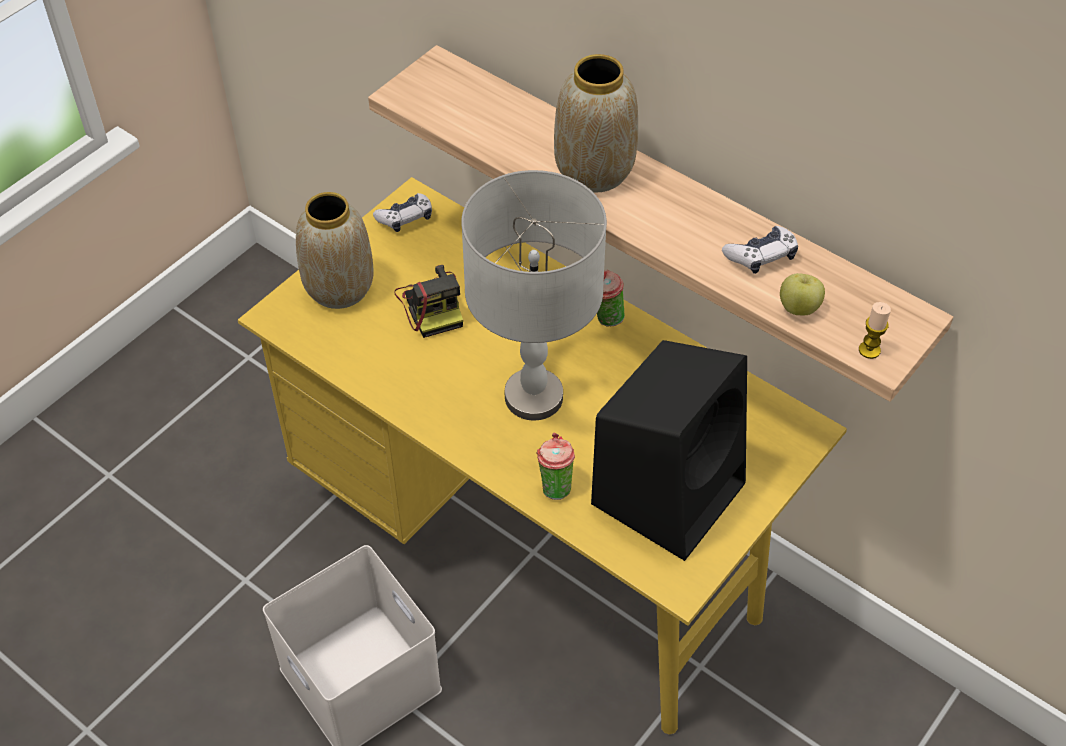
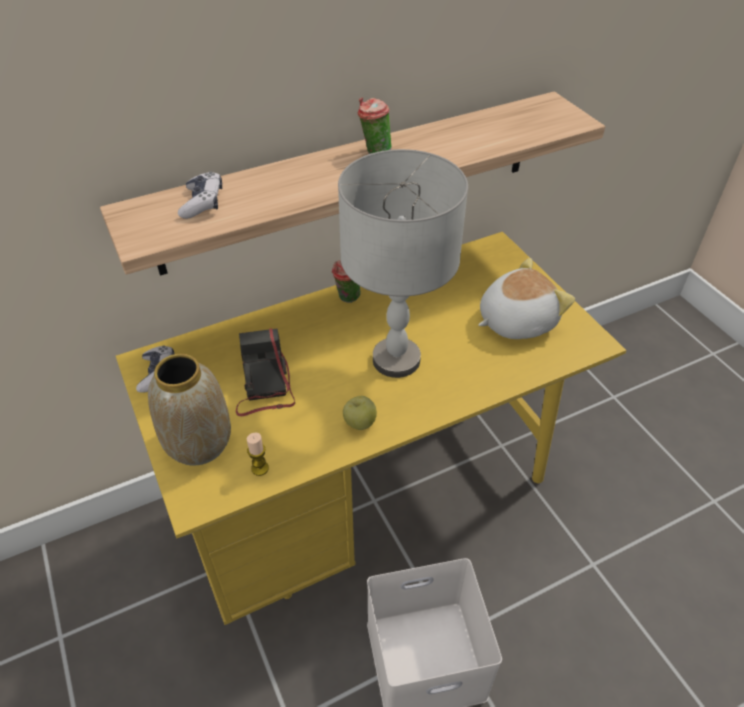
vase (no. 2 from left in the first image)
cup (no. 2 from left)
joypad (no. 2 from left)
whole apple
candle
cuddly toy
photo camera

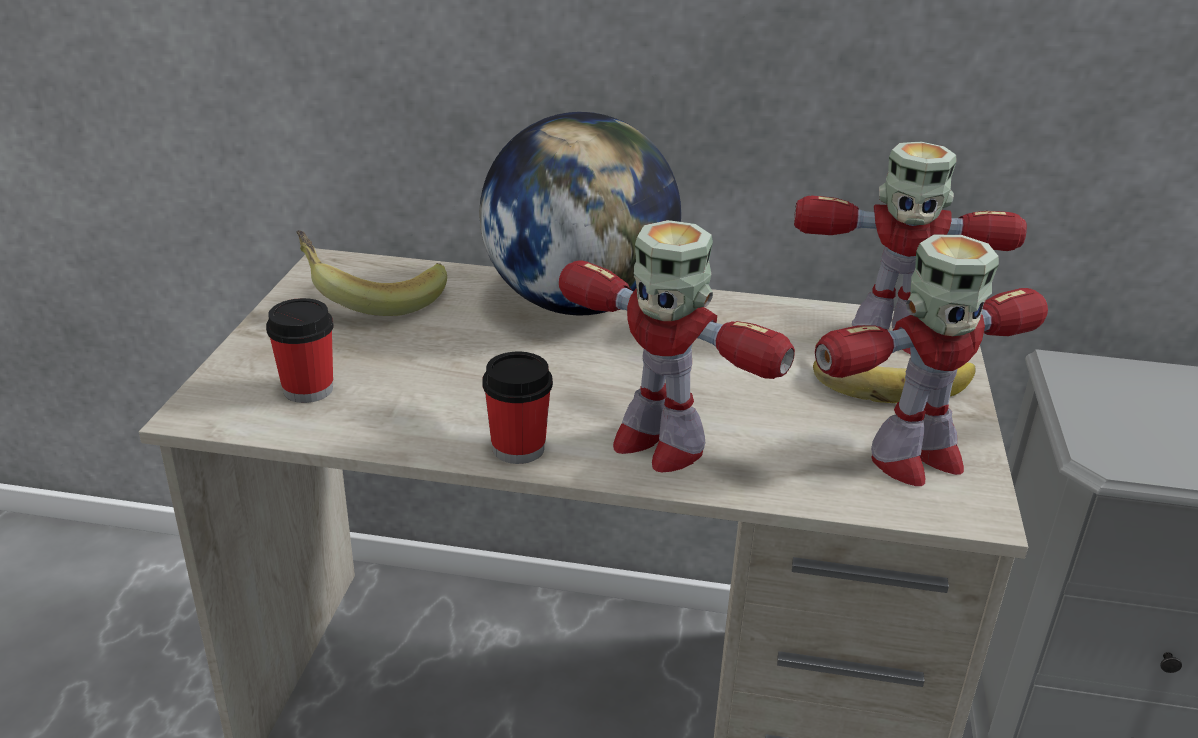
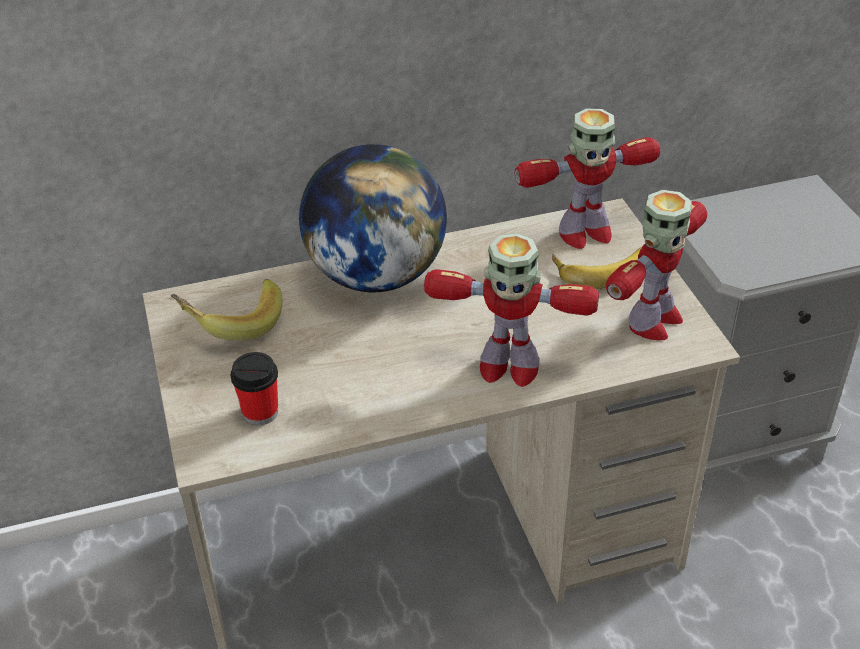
cup (no. 2 from left in the first image)

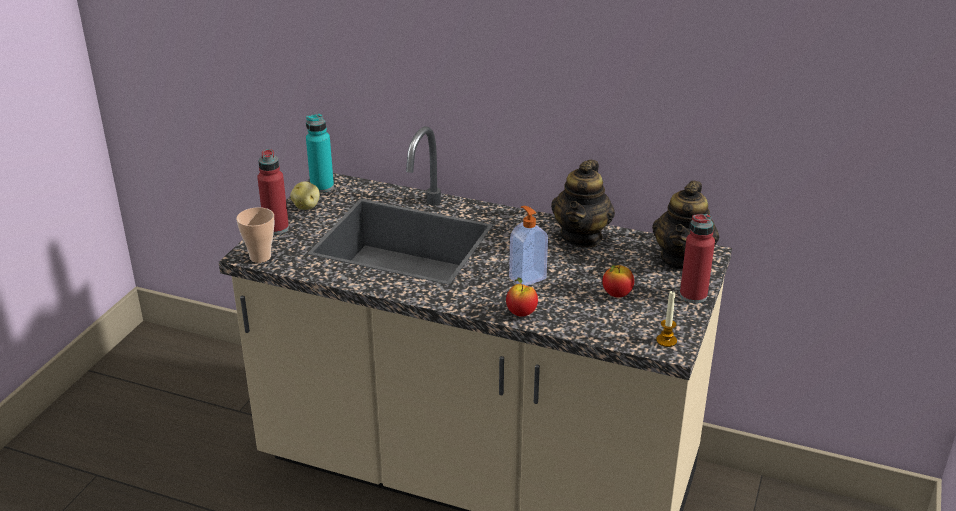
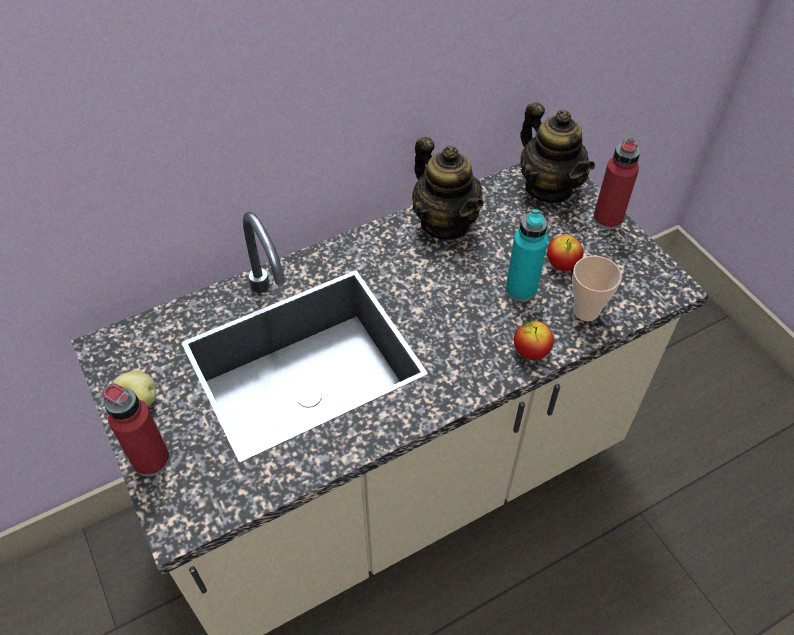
soap dispenser
candle
cup
blue-green bottle

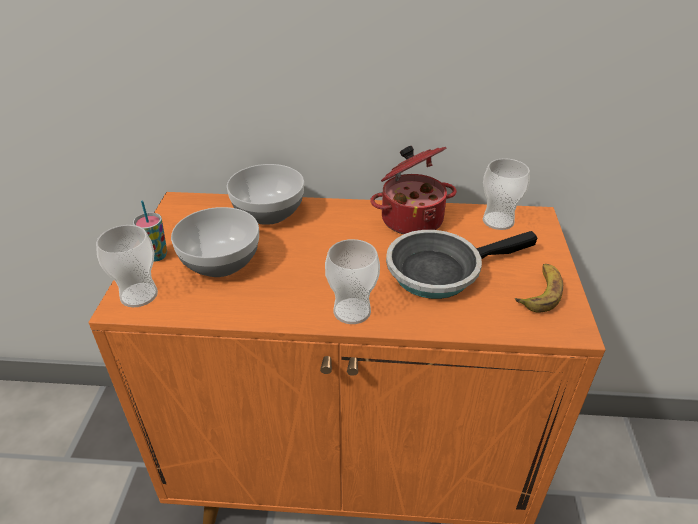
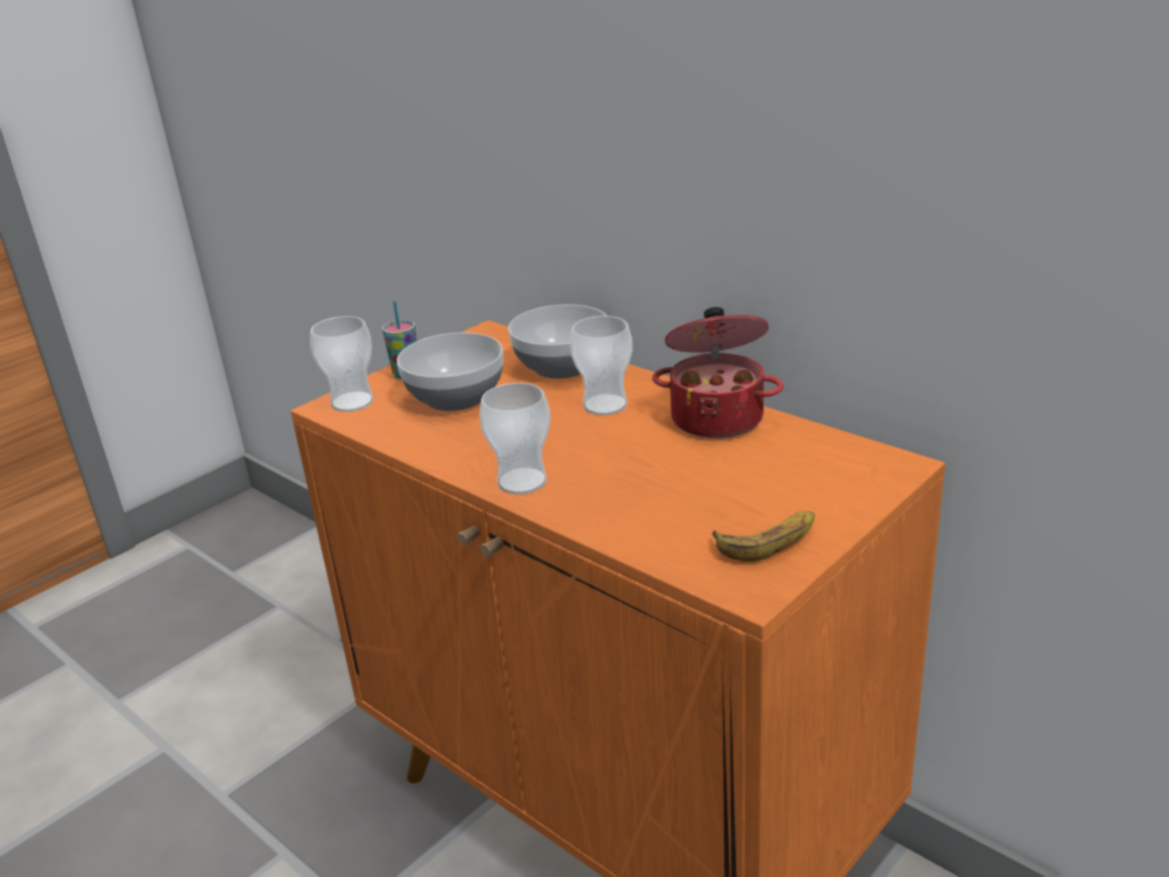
pan
cup (no. 4 from left)

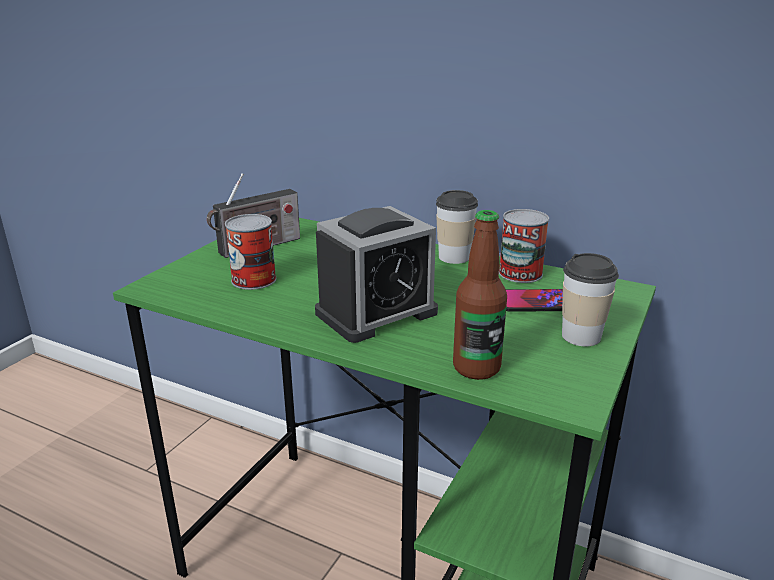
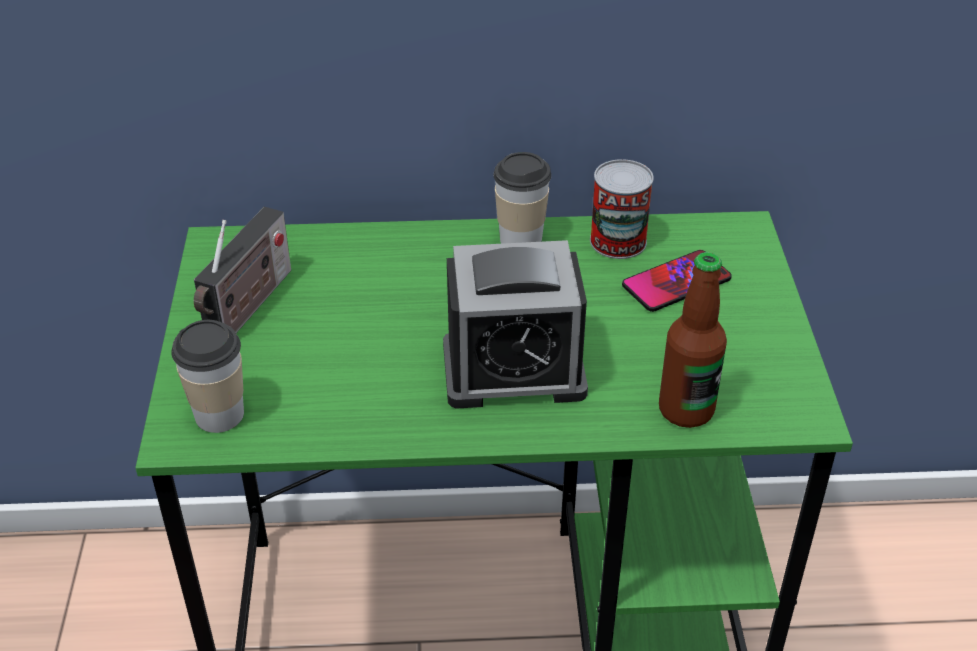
sealed can (no. 1 from left in the first image)
cup (no. 1 from left)
bedside clock

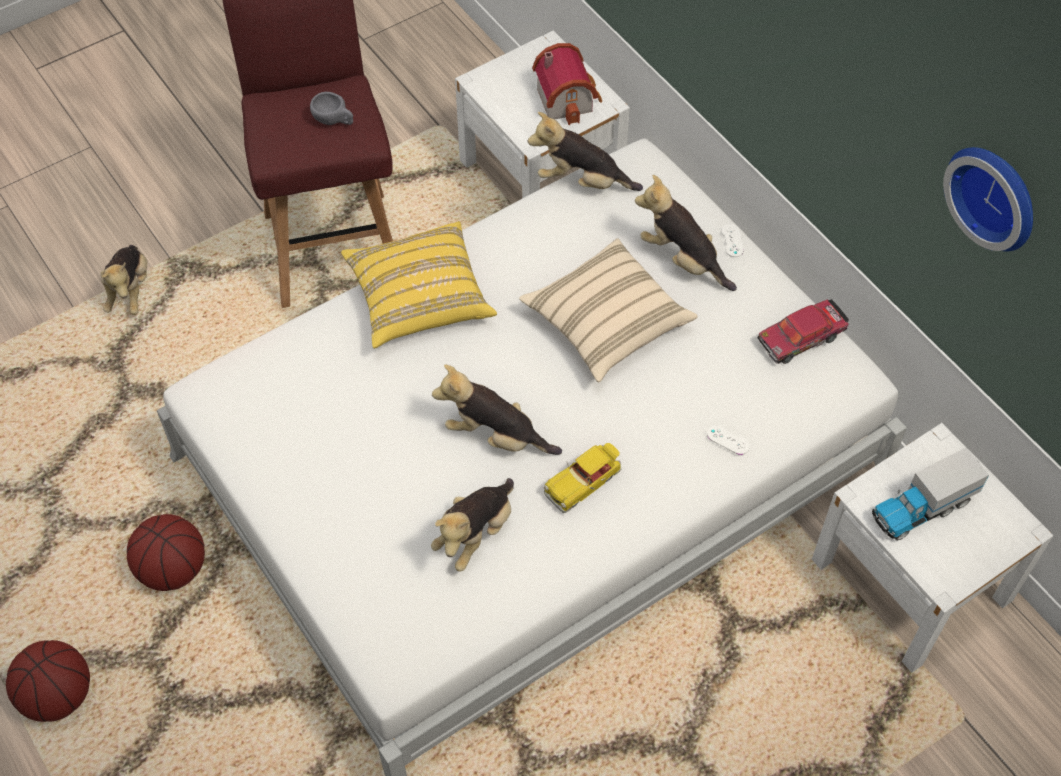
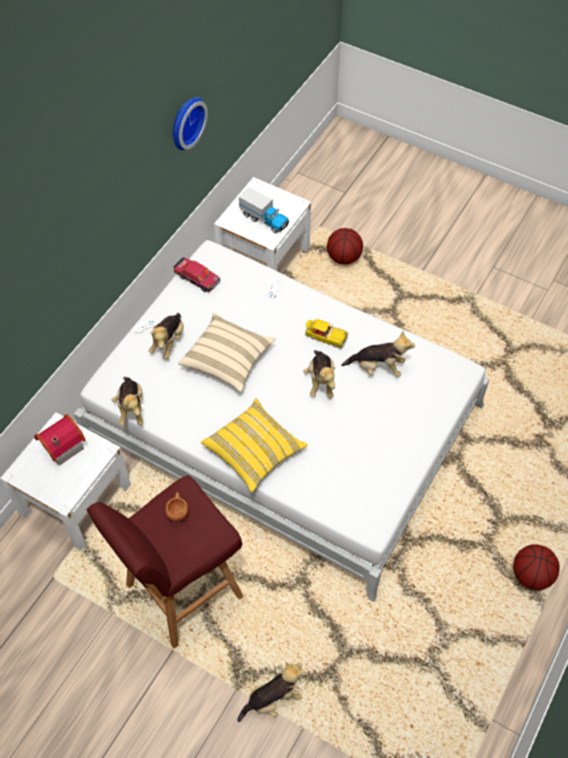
basketball (no. 1 from left)
brown-coloured cup

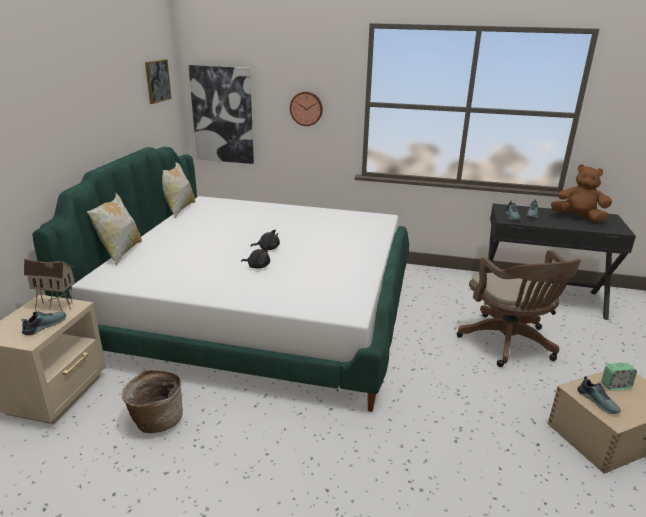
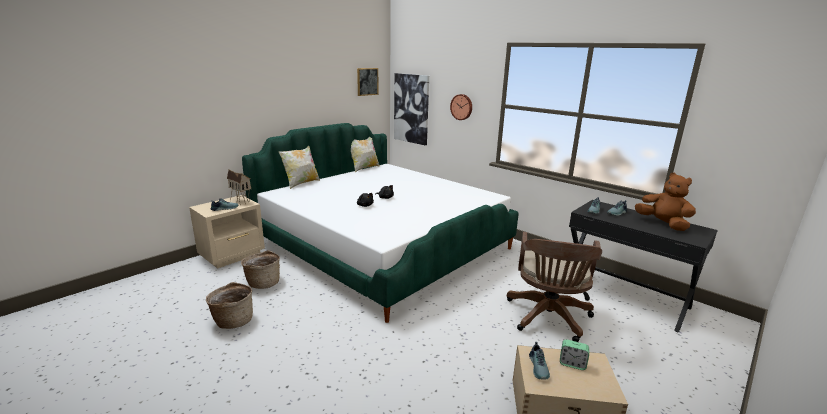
household basket (no. 1 from left)

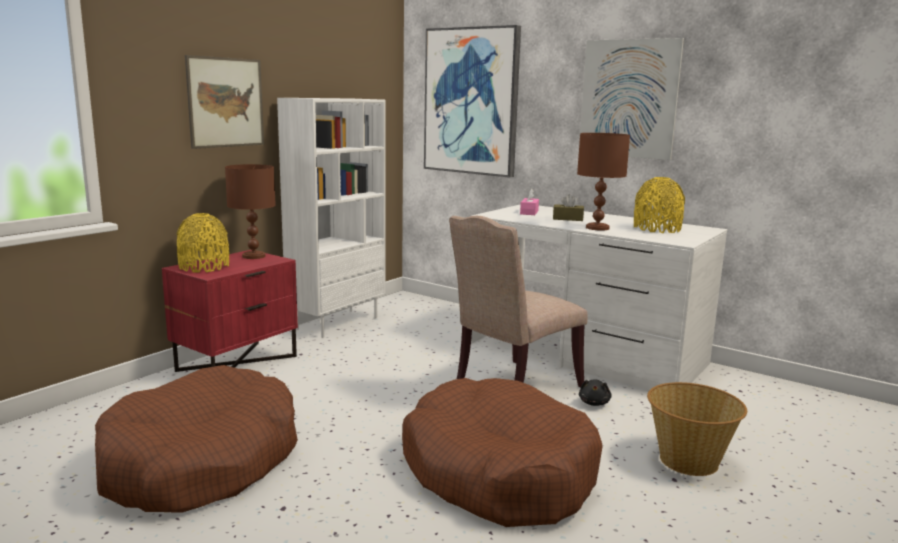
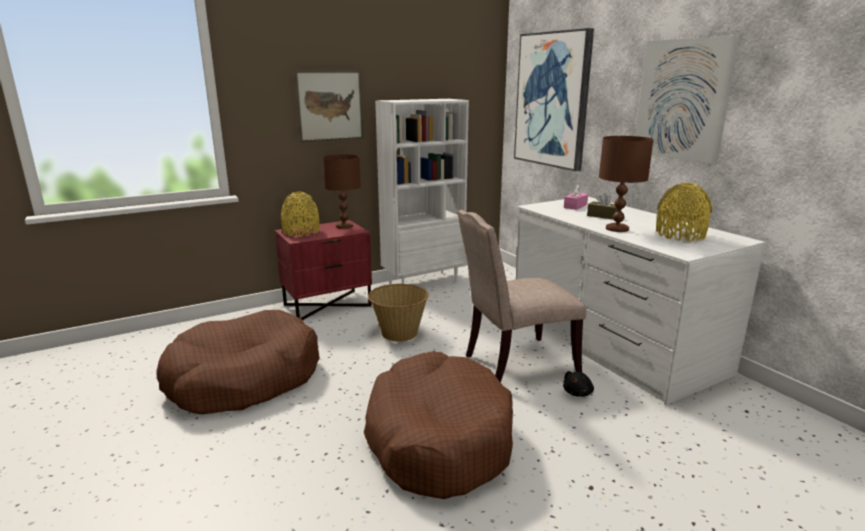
household basket

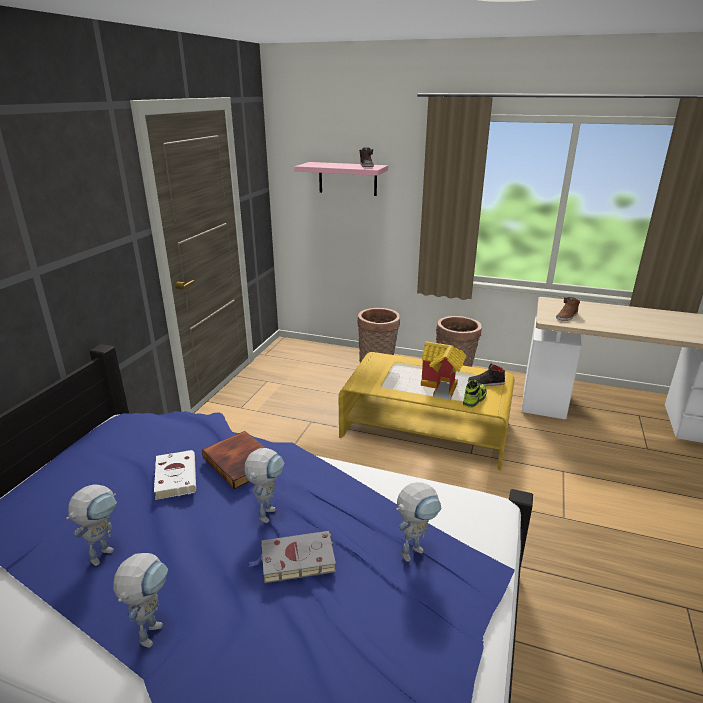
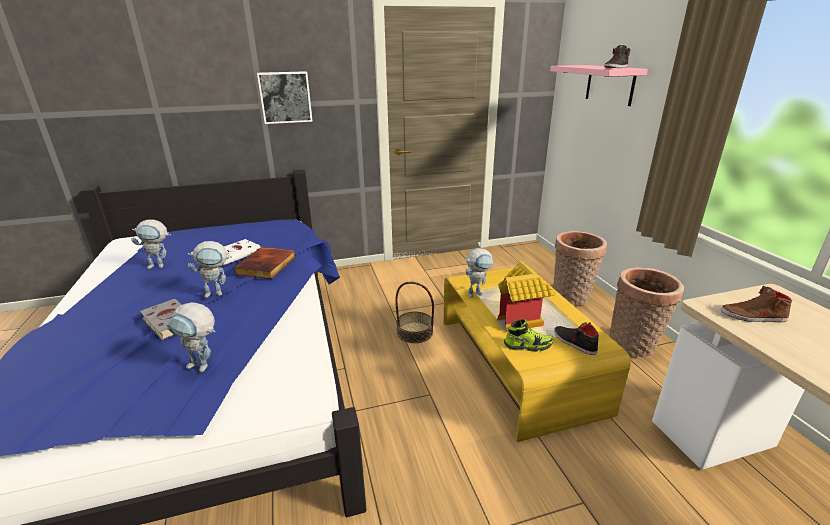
wall picture
household basket (no. 1 from left)
model robot (no. 4 from left)

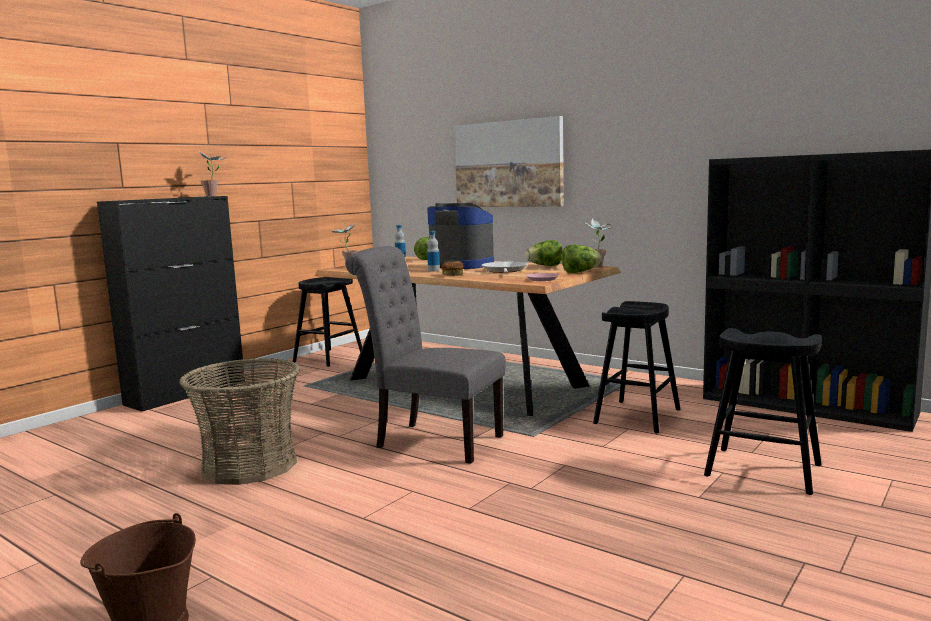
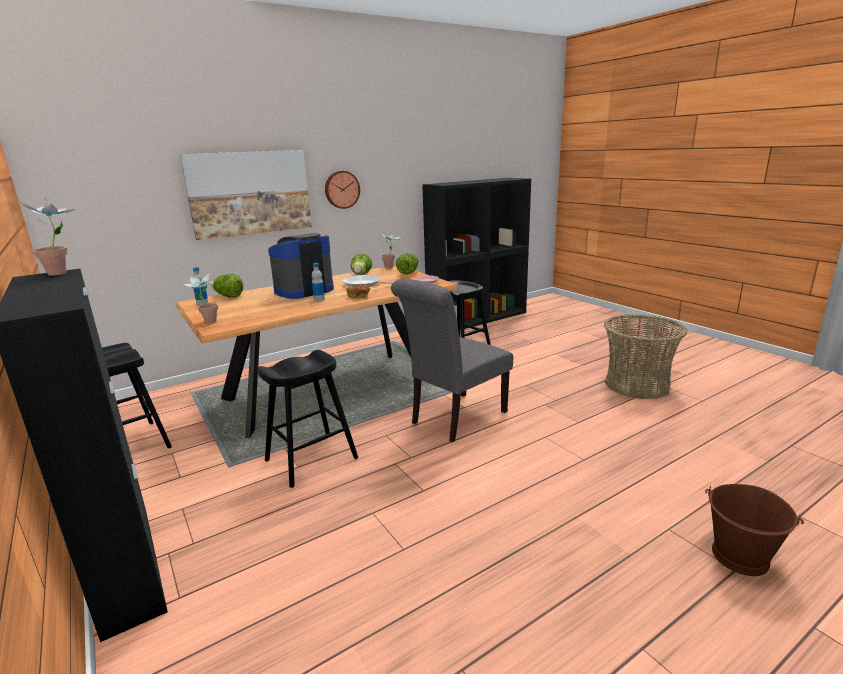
clock on the wall
household basket
blackish stool seat (no. 2 from left)

